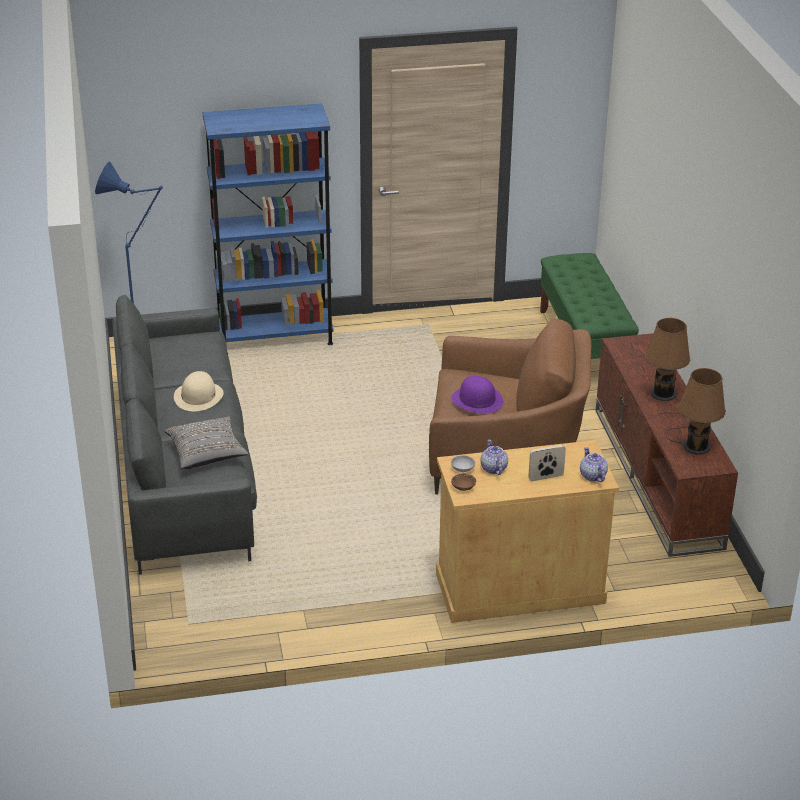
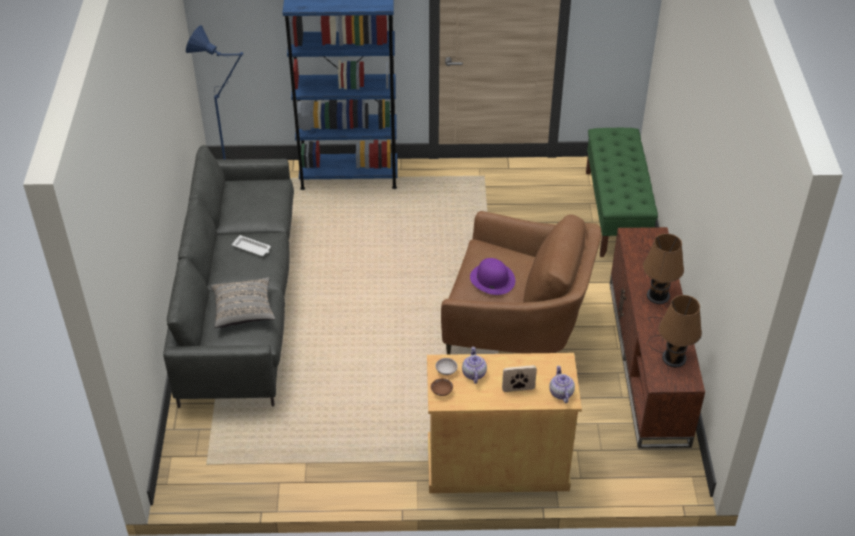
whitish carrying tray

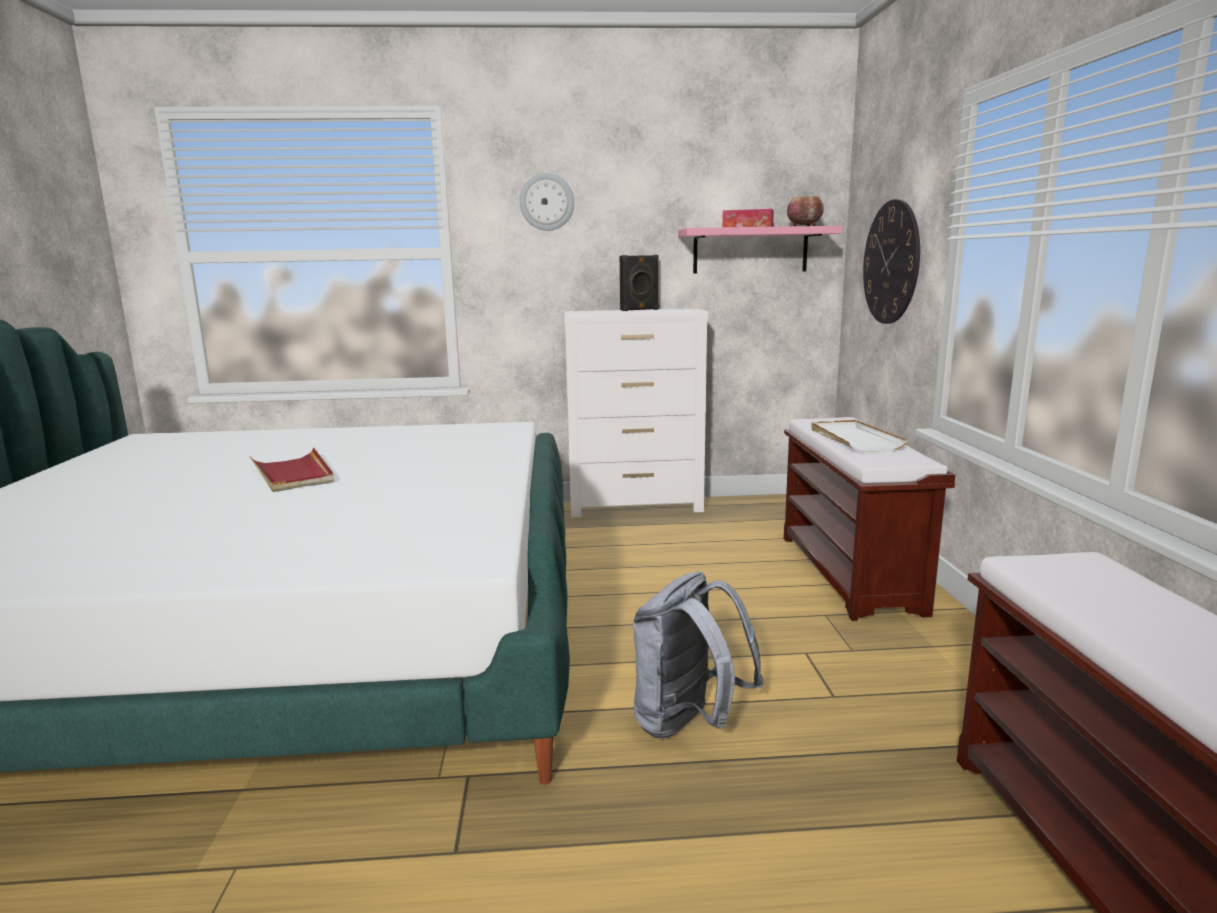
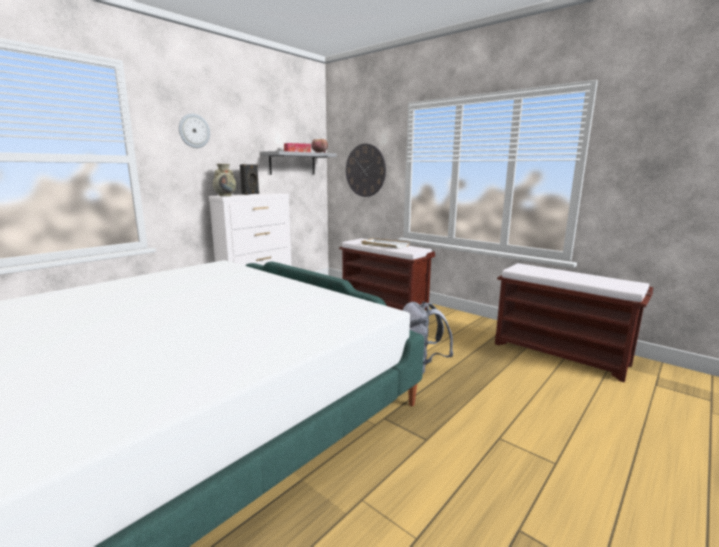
red-coloured carrying tray
beige vase
greyish bracket shelf

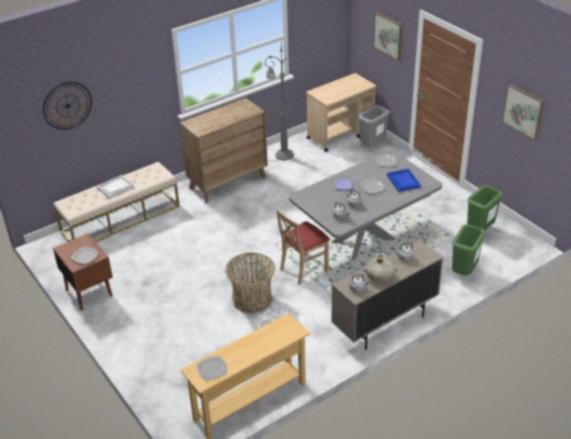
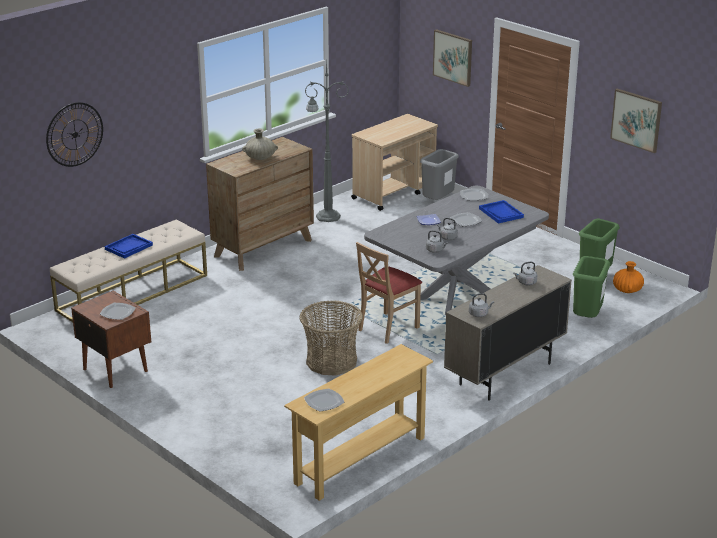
orange vase
beige vase
blue-coloured carrying tray (no. 1 from left)

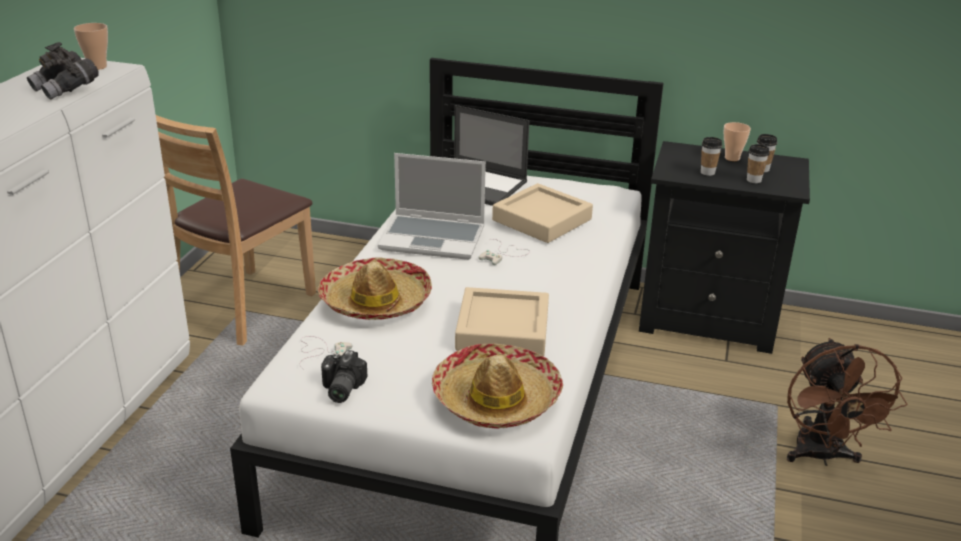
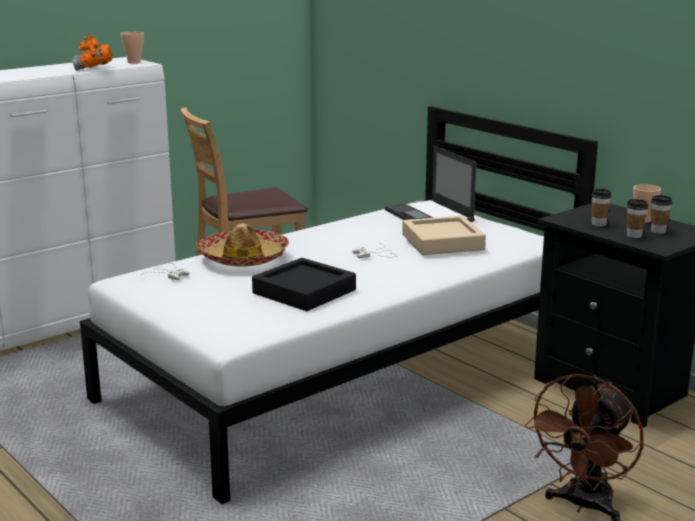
photo camera
portable computer (no. 1 from left in the first image)
clothing hat (no. 2 from left in the first image)
orange field glasses
blackish carrying tray

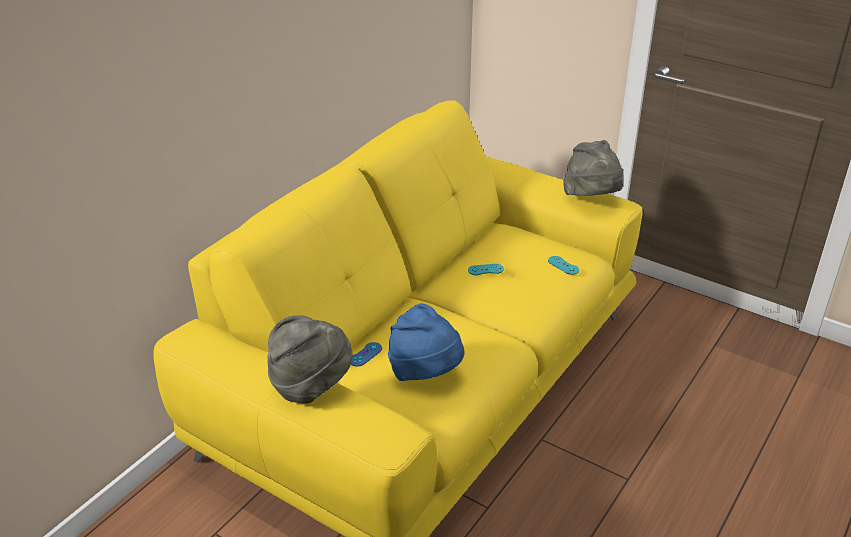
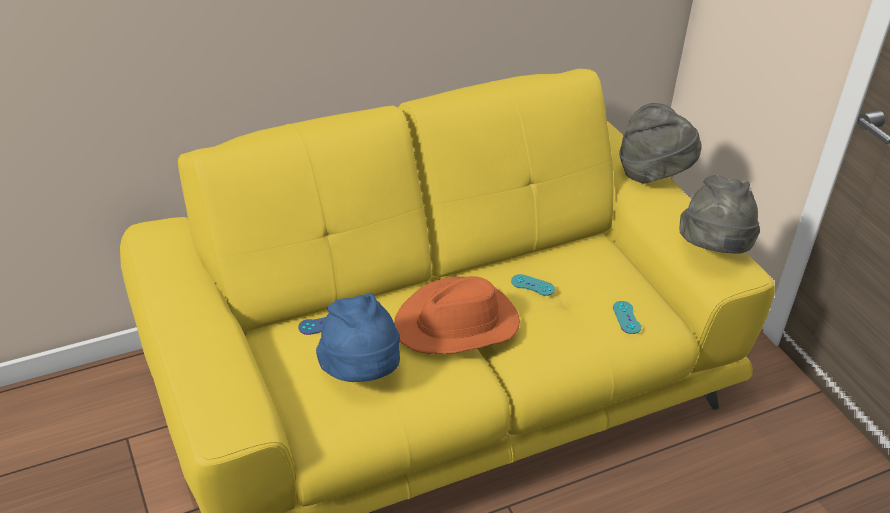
orange clothing hat
greyish clothing hat (no. 1 from left)

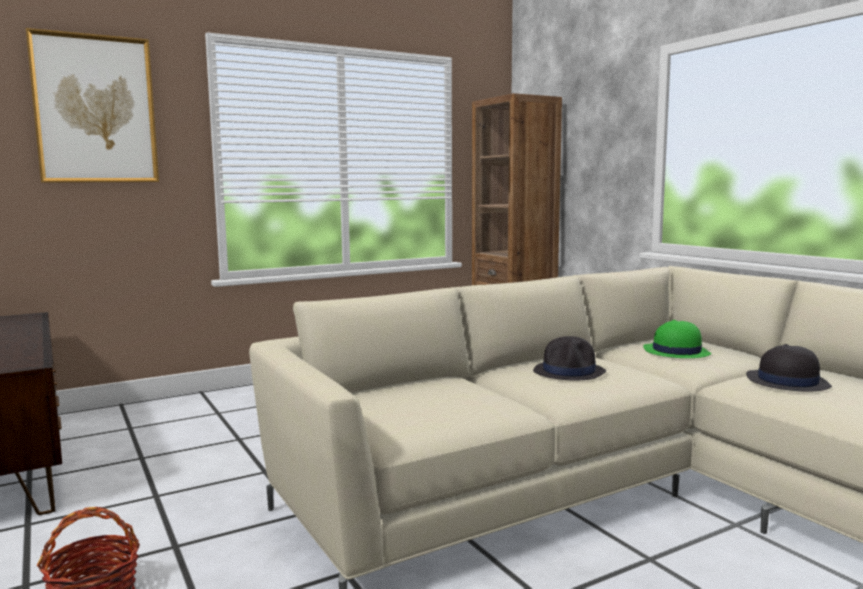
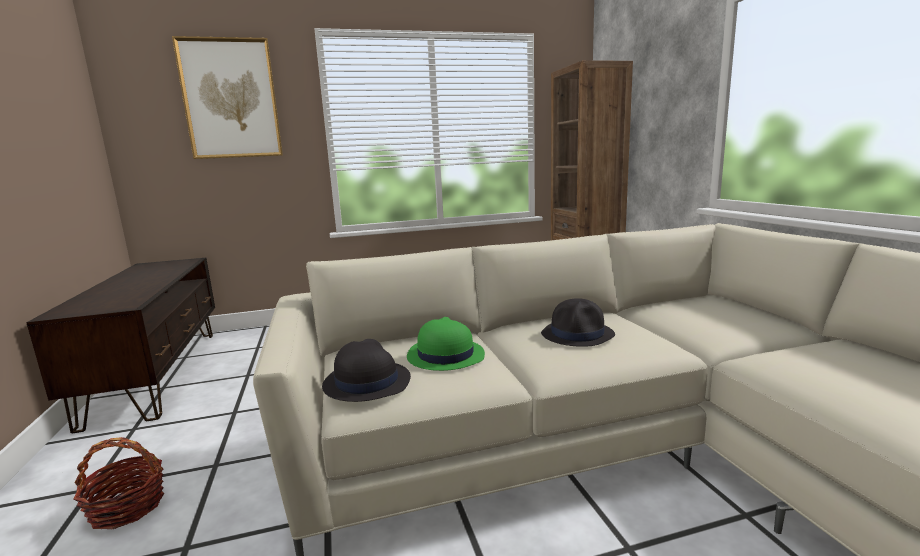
green-coloured clothing hat
blackish clothing hat (no. 1 from left)

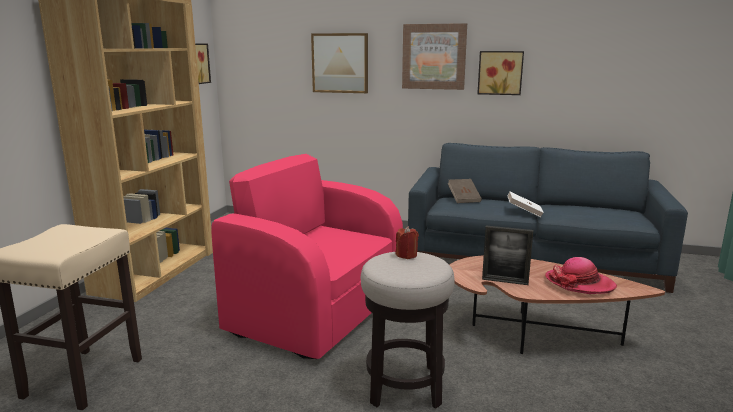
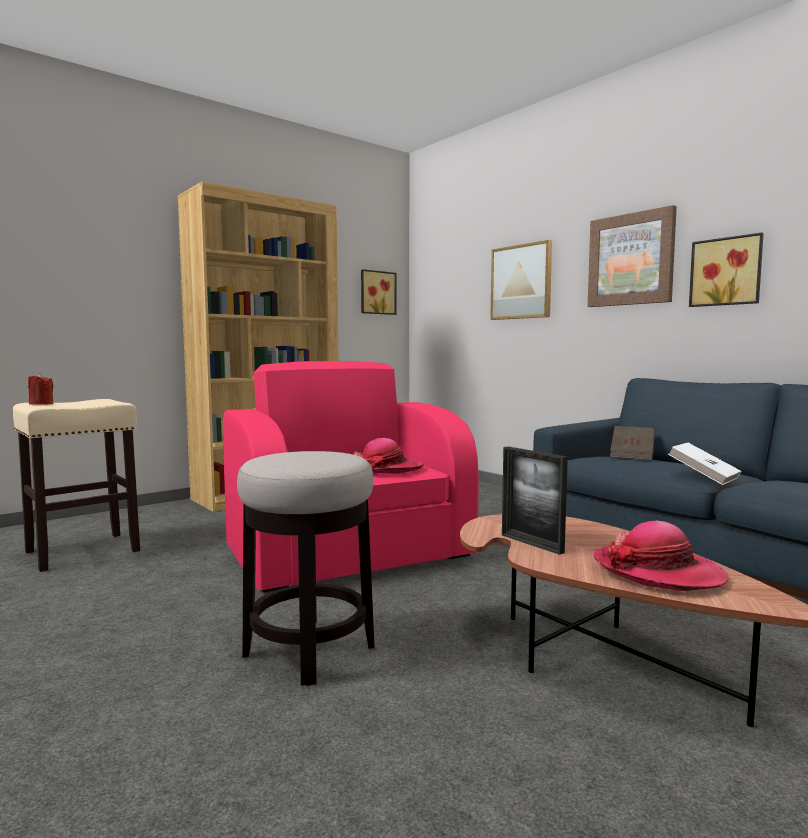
clothing hat (no. 1 from left)
red-coloured candle

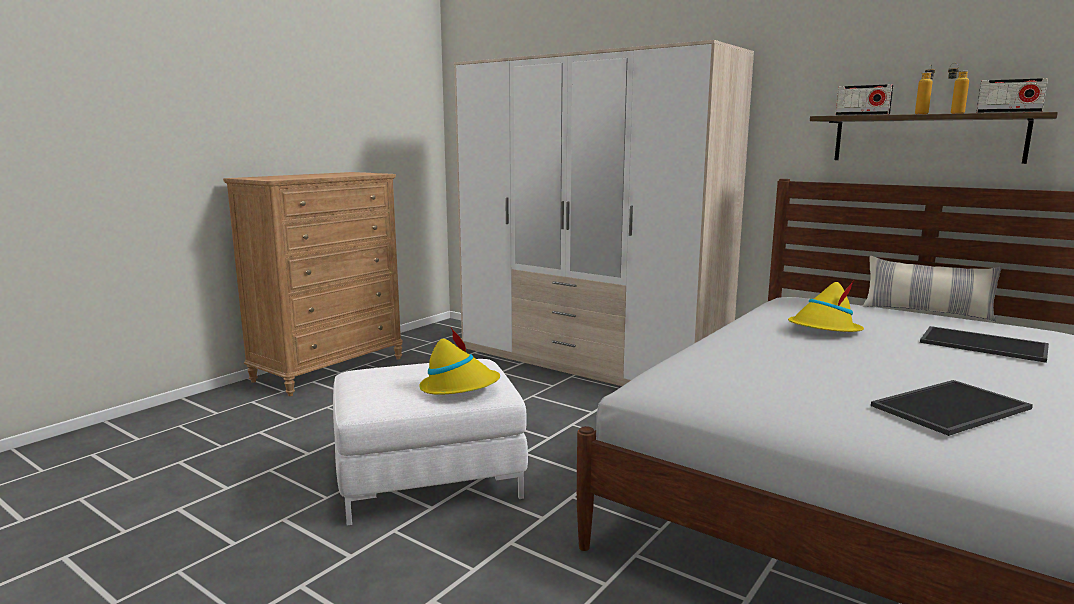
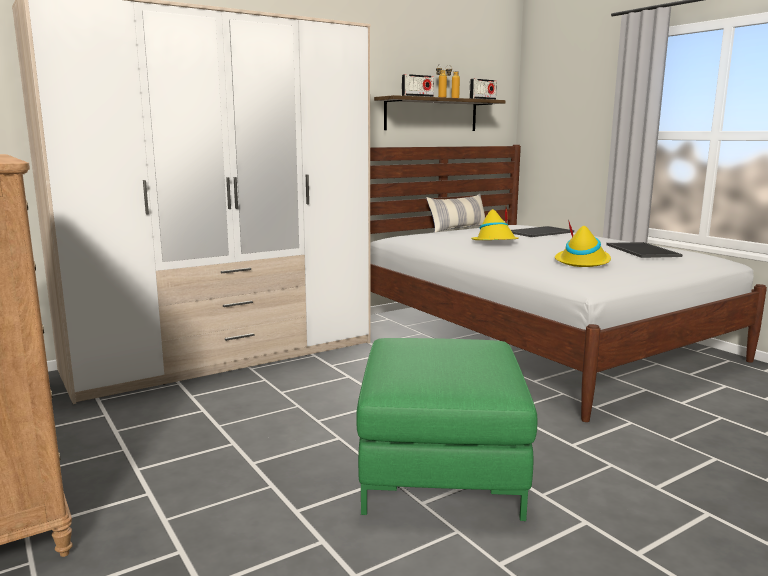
yellowish clothing hat (no. 2 from left)
green-coloured ottoman

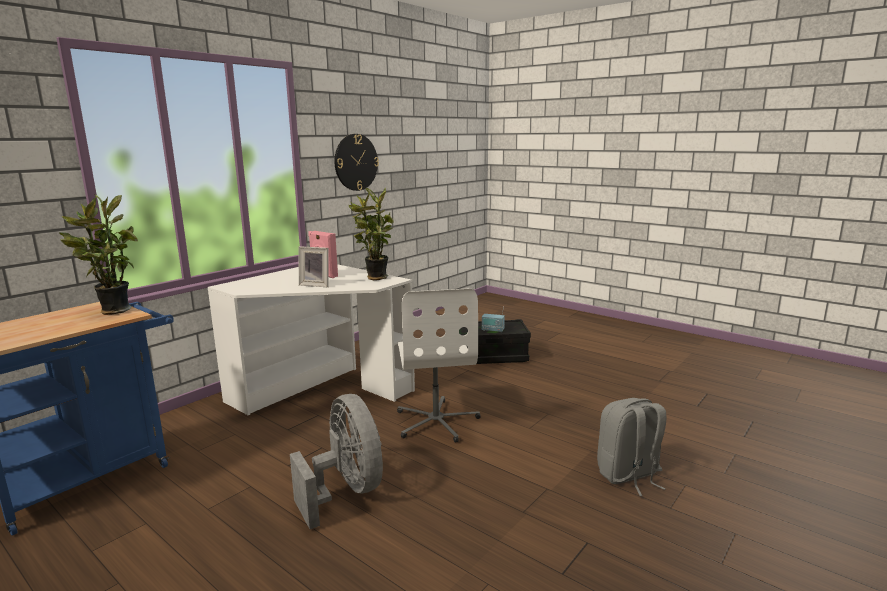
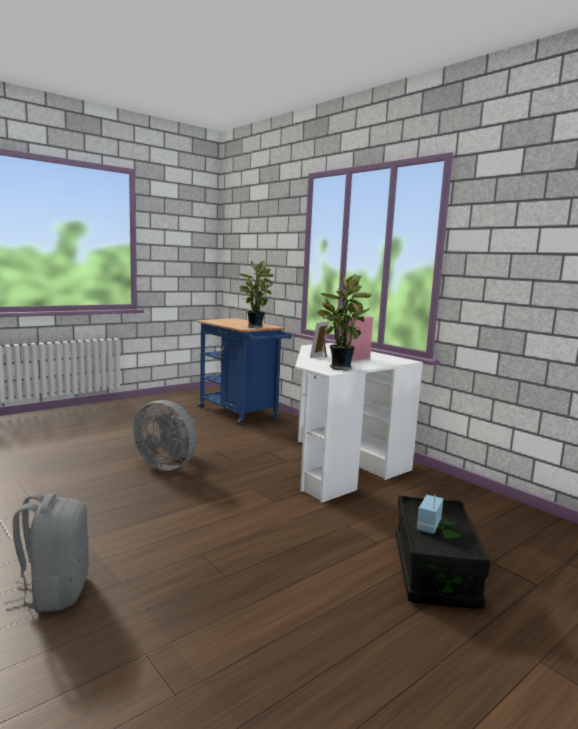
clock on the wall
whitish computer chair
greyish electric fan

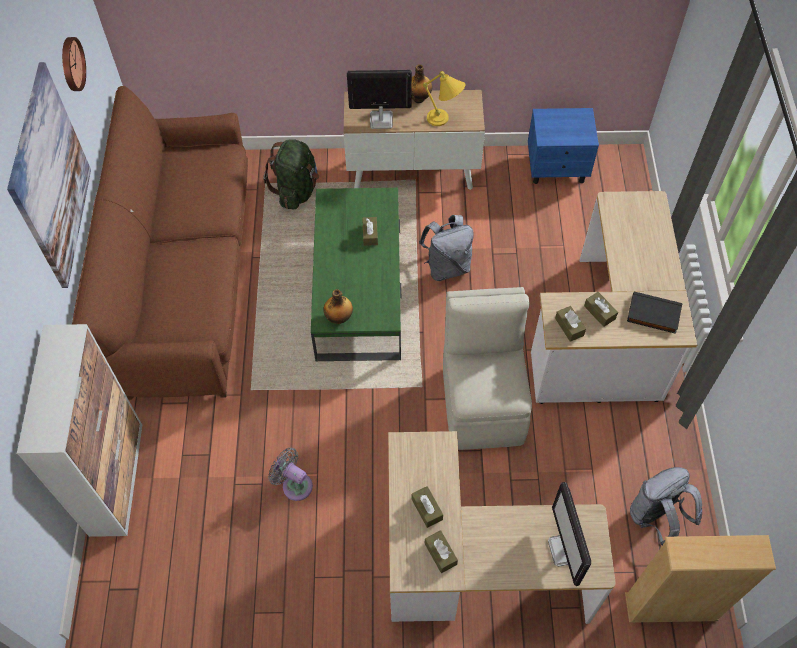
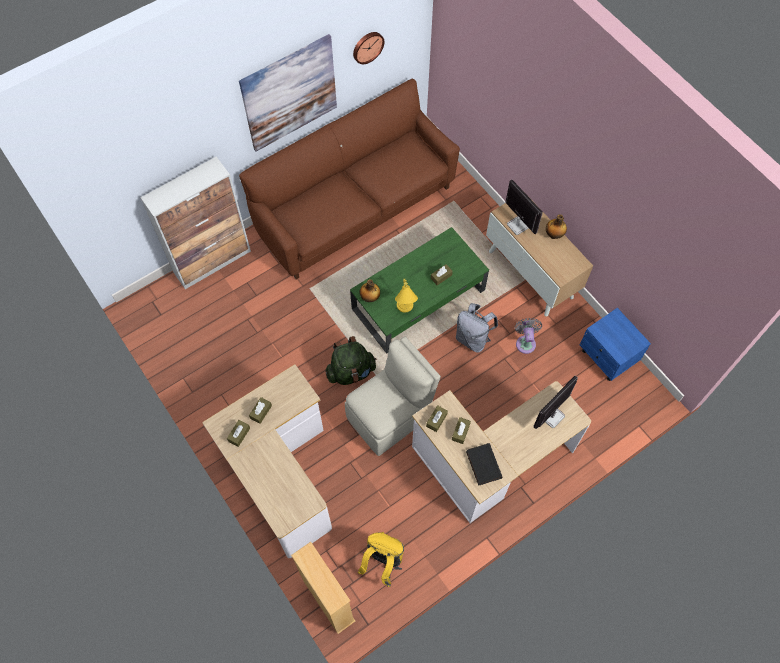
green-coloured knapsack
greyish electric fan
yellowish table lamp
computer display (no. 2 from left)
yellowish knapsack

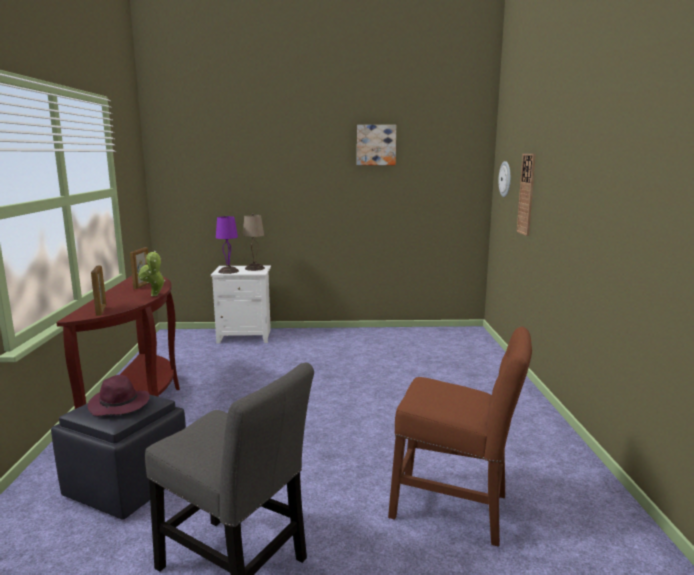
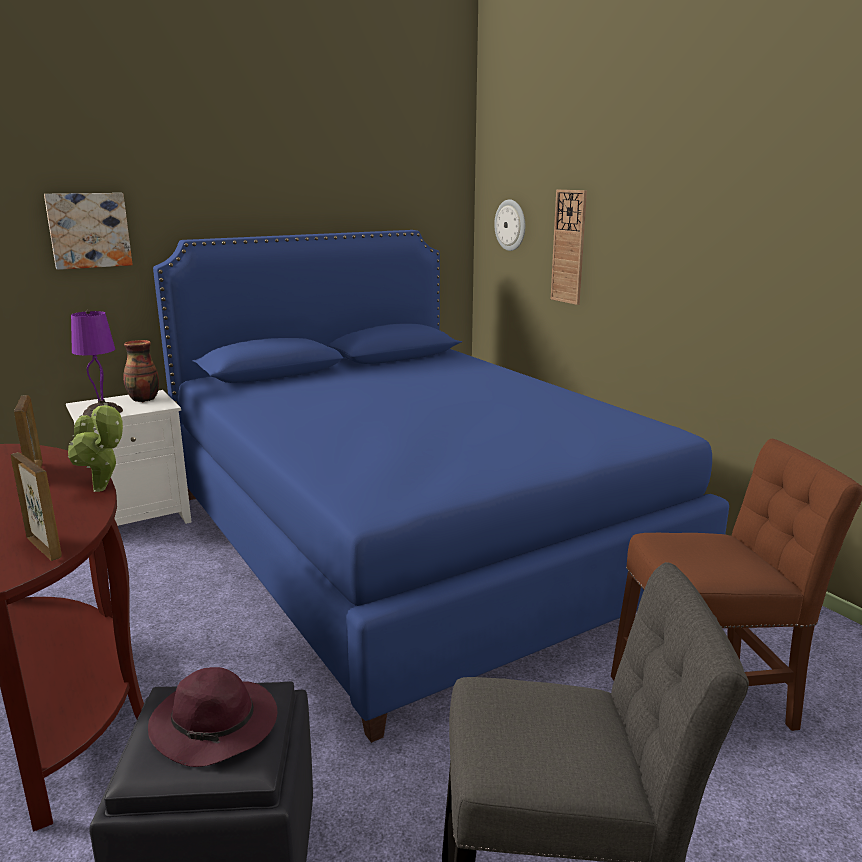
blue-coloured bedroom bed
wall picture
vase

